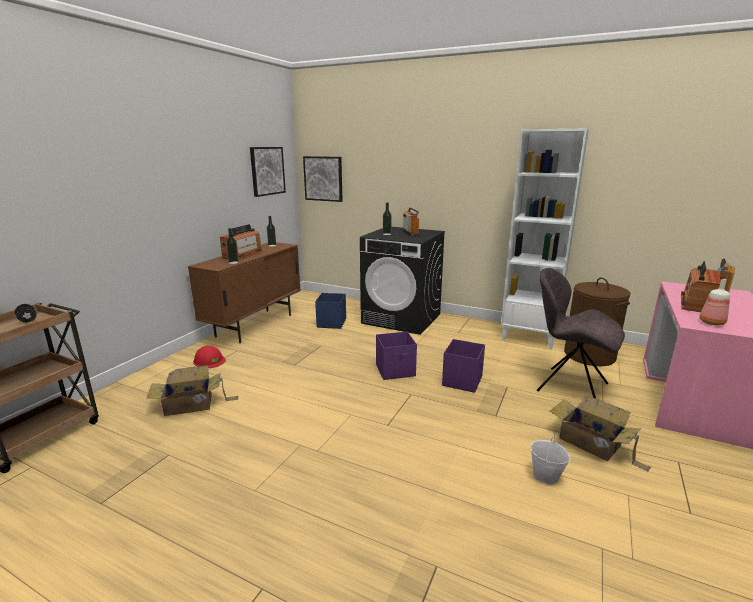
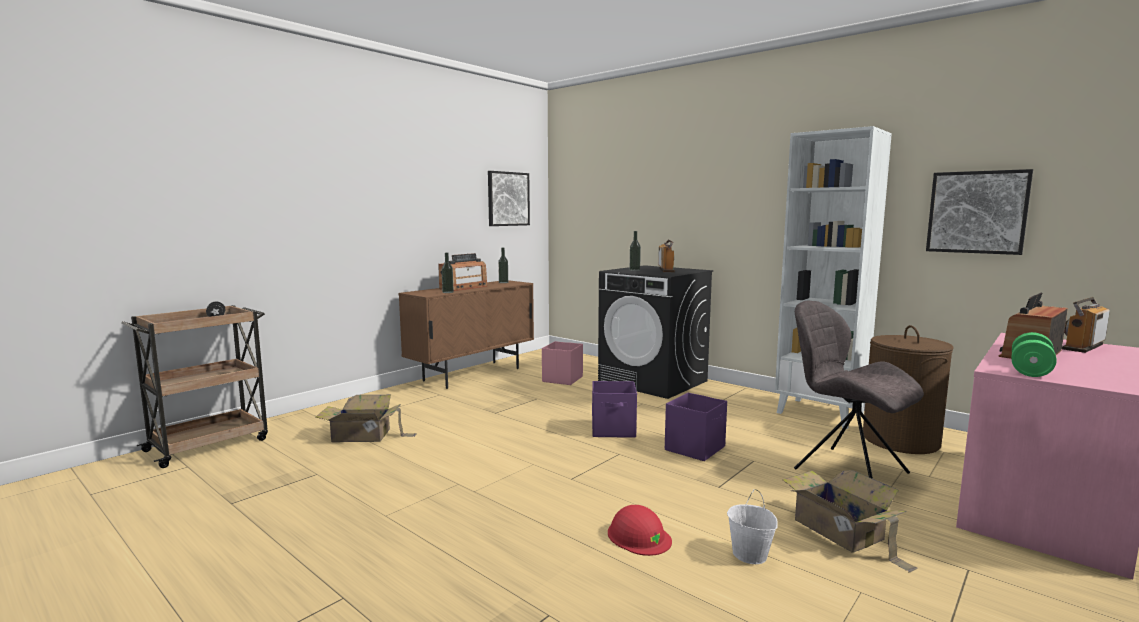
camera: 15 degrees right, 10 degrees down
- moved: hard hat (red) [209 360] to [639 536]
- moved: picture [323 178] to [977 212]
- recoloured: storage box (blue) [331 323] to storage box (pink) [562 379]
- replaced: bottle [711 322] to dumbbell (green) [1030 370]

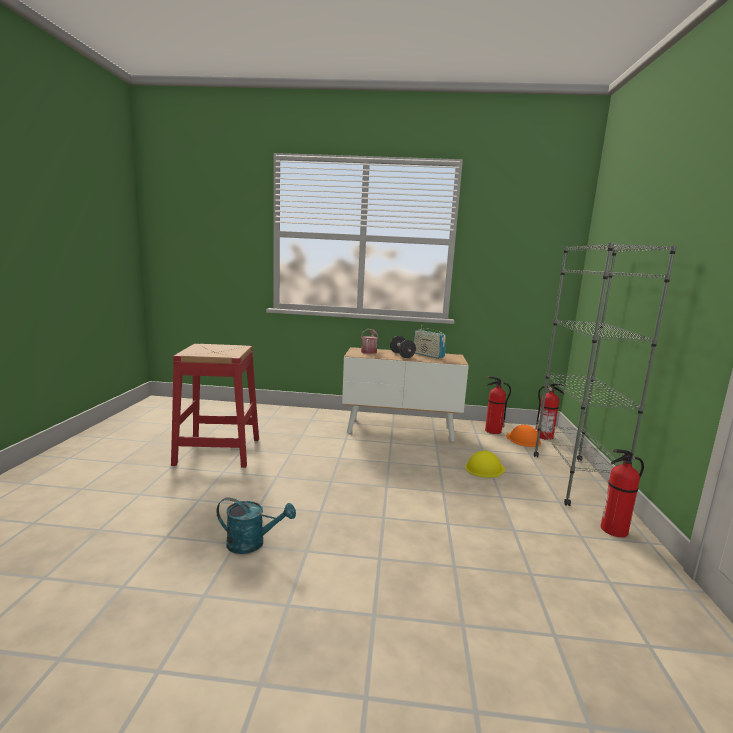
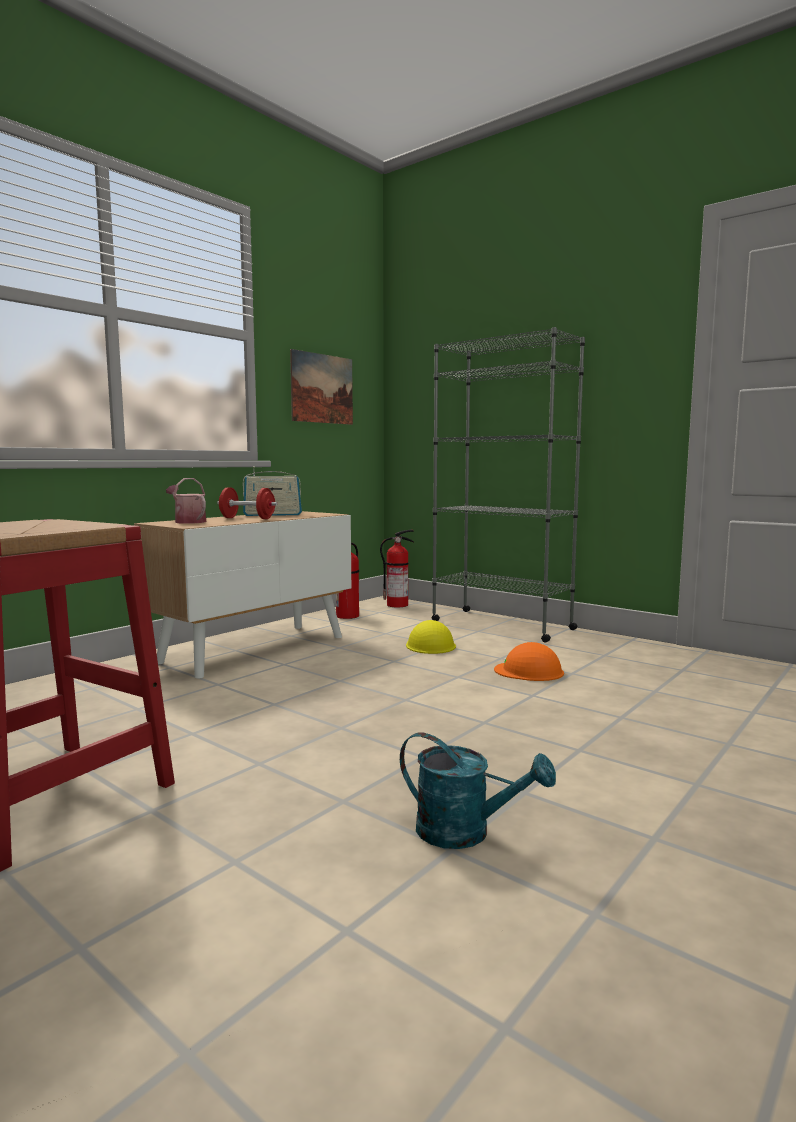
camera: 55 degrees left, 5 degrees down
- turned: watering can (turquoise) [252 543] = [465 833] 75 degrees clockwise
- recoloured: dumbbell (black) [402 355] to dumbbell (red) [247 518]
- moved: hard hat (orange) [523 439] to [529 671]
- removed: fire extinguisher [613 530]
- added: picture [322 389]

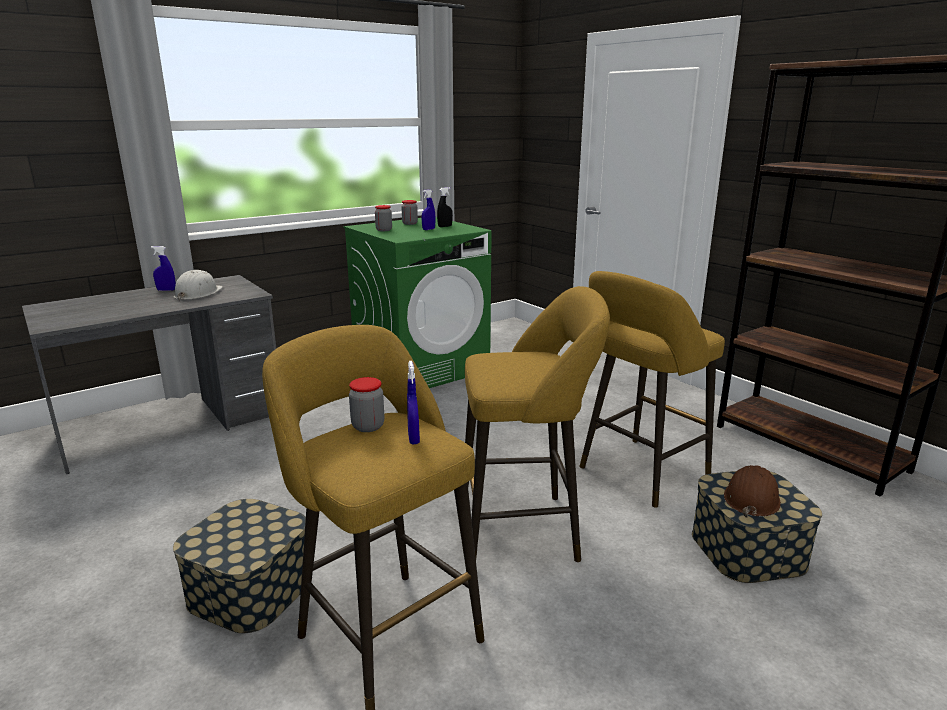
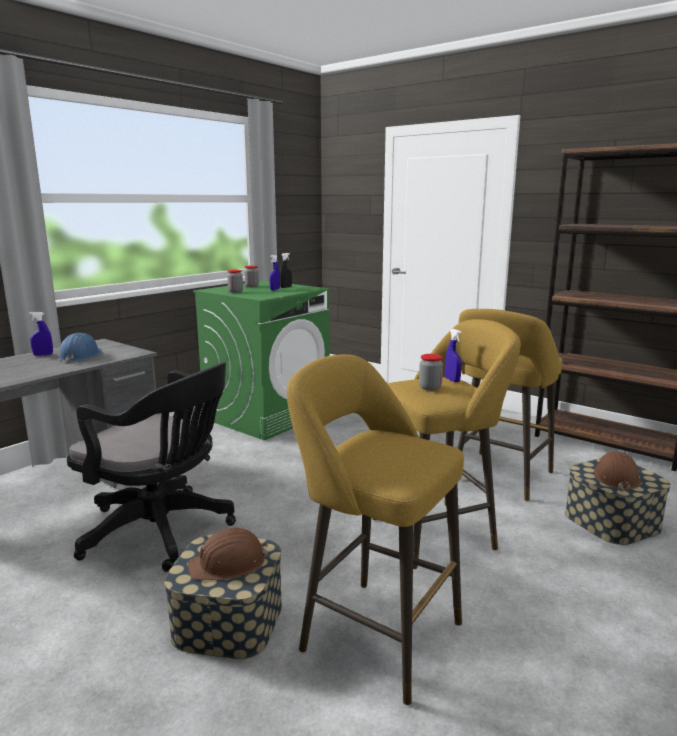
camera: 15 degrees left, 5 degrees down
- recoloured: hard hat (white) [198 294] to hard hat (blue) [80 356]
- moved: jar [368 426] to [430 388]
- moved: spray bottle (blue) [413 438] to [452 380]
- added: office chair (black) [163 532]
- added: hard hat (brown) [228 564]

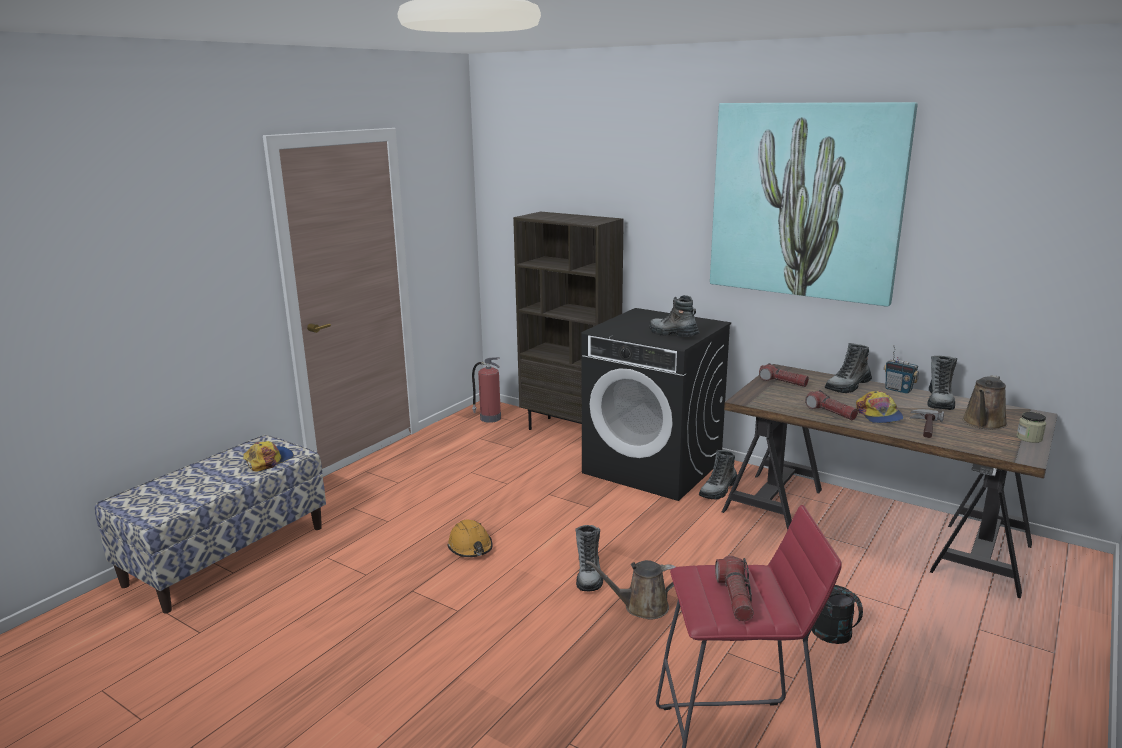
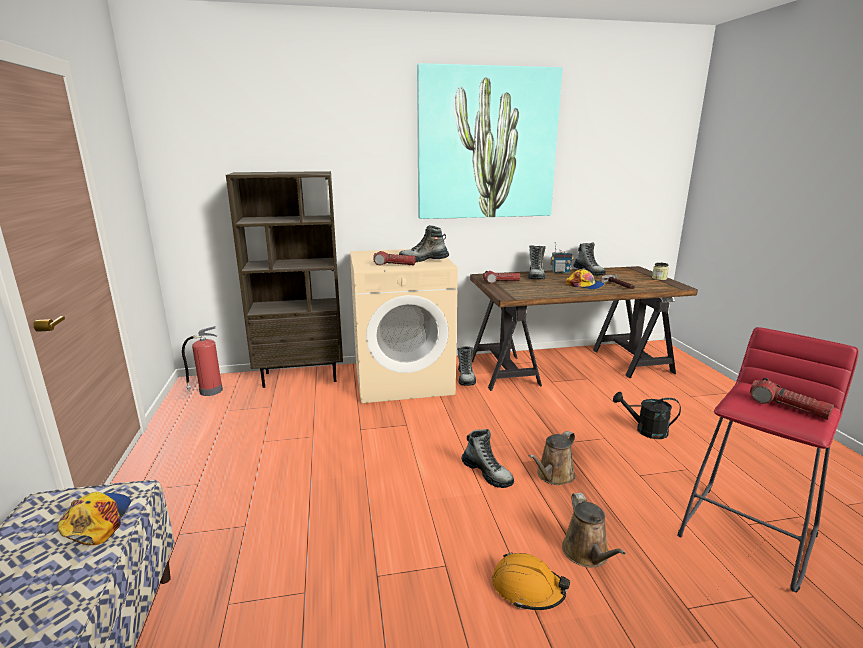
camera: 45 degrees left, 0 degrees up
- moved: hard hat (orange) [470 547] to [528 589]
- recoloured: washing machine (black) [653 467] to washing machine (beige) [403 379]
- moved: flashlight [830 412] to [394 265]
- moved: watering can (brown) [983 423] to [587 554]

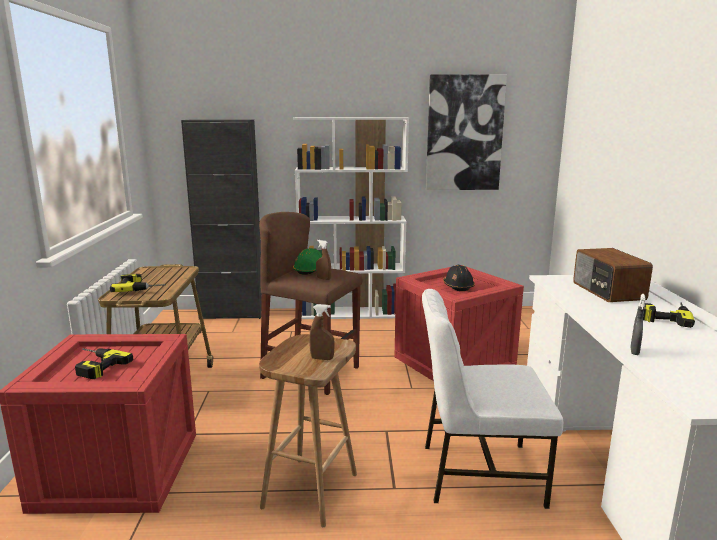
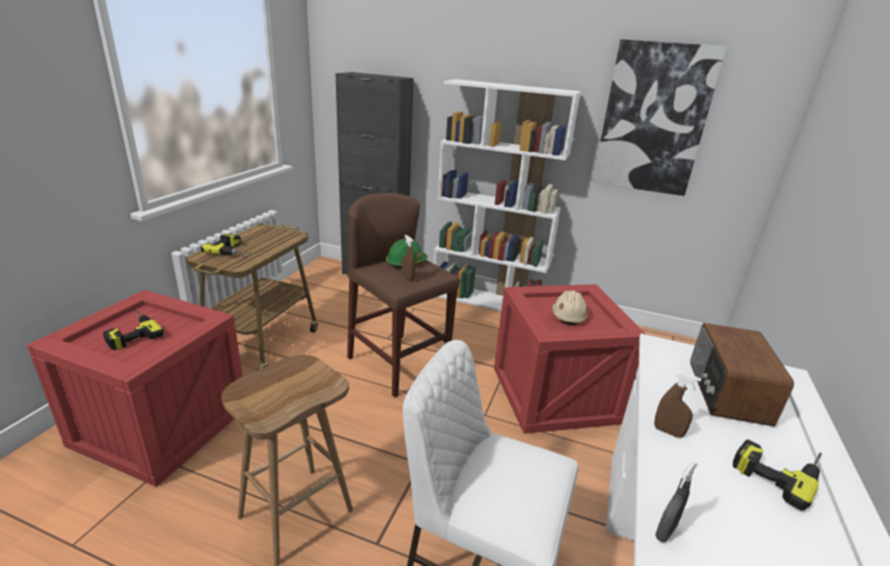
camera: 20 degrees right, 10 degrees up
- moved: spray bottle (brown) [322 358] to [668 432]
- recoloured: hard hat (black) [458 286] to hard hat (beige) [568 315]

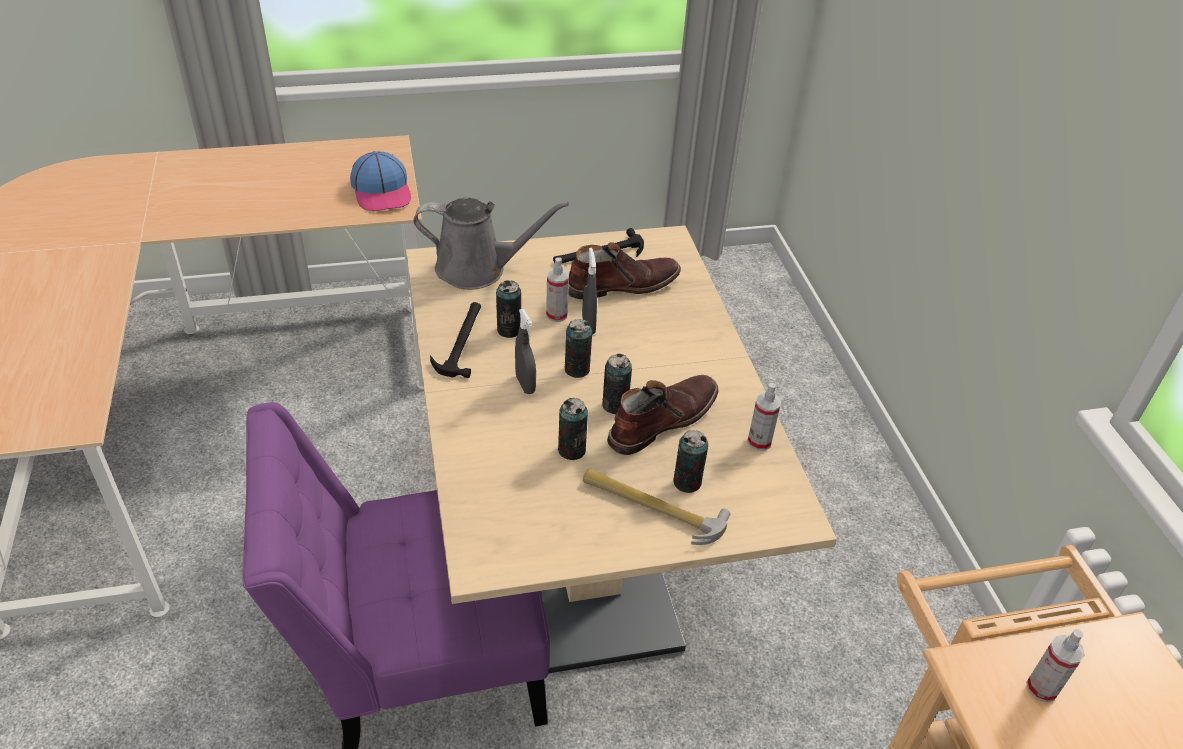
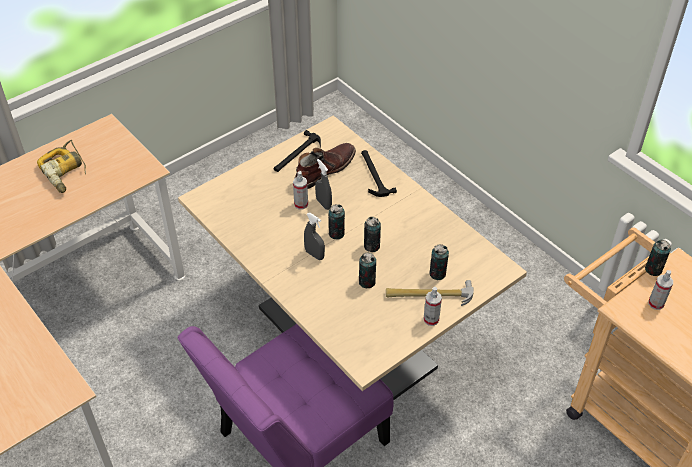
camera: 25 degrees left, 5 degrees up
- removed: cap [382 191]
- removed: watering can (grey) [478 269]
- moved: hammer [461 341] to [373 175]
- moved: can [509 330] to [653 269]
- removed: boot (brown) [661 420]
- moved: spray bottle [759 442] to [431 319]
- added: power drill [66 172]

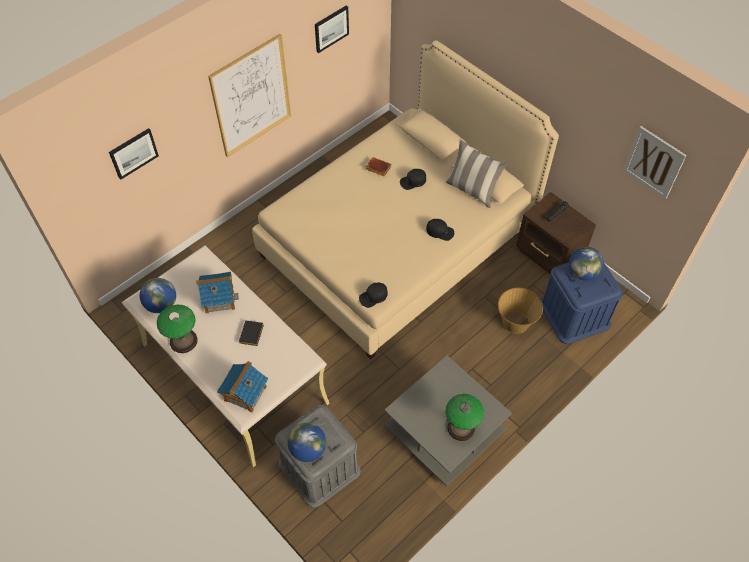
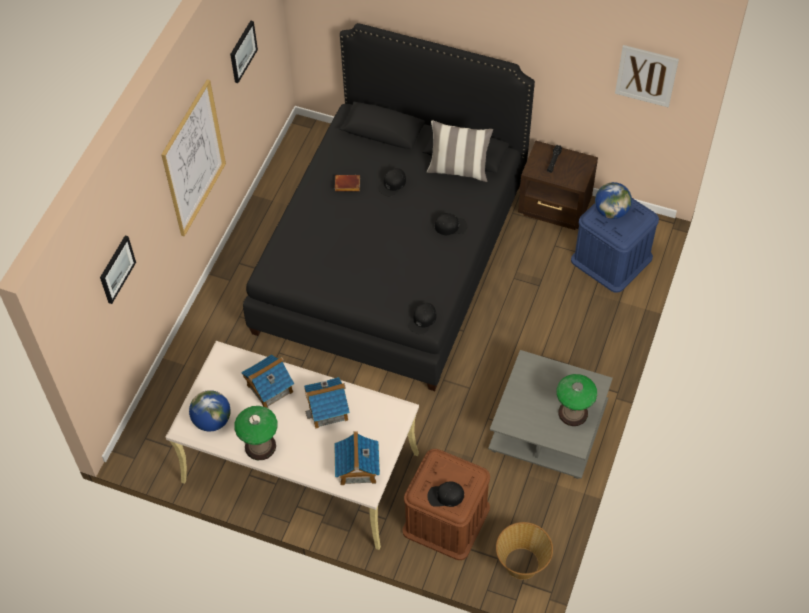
camera: 25 degrees left, 0 degrees up
- replaced: book (black) [252 335] to toy house [328 410]
- recoloured: bed (beige) [398 240] to bed (black) [391 255]
- recoloured: storage box (grey) [319 467] to storage box (brown) [446 519]
- replaced: globe [308 449] to cap (black) [445 496]
- moved: basket [515 322] to [522 564]

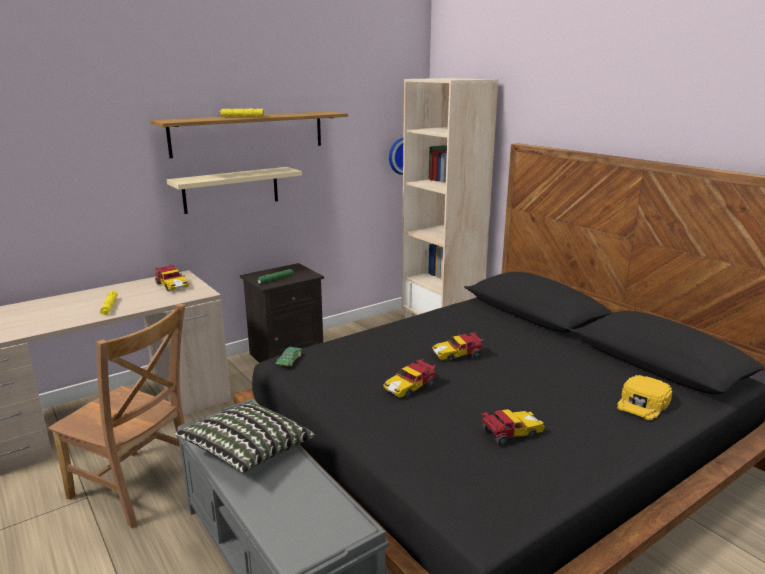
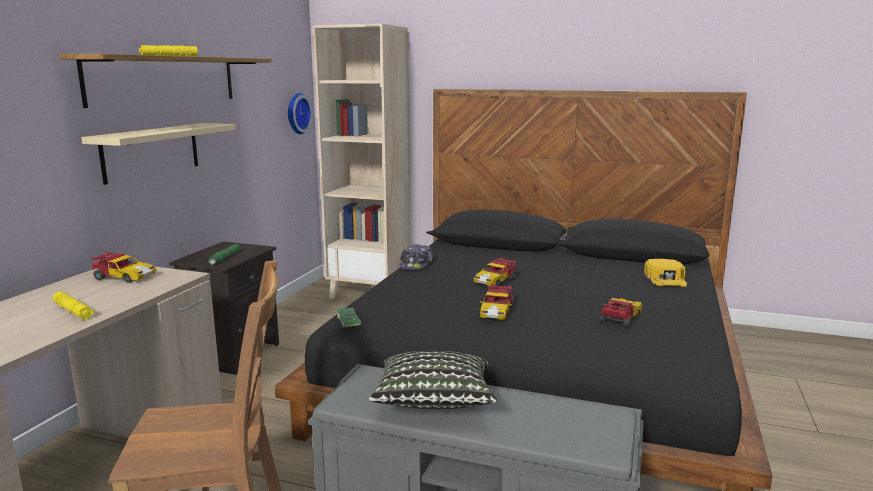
camera: 35 degrees left, 5 degrees down
- added: cap [416 264]

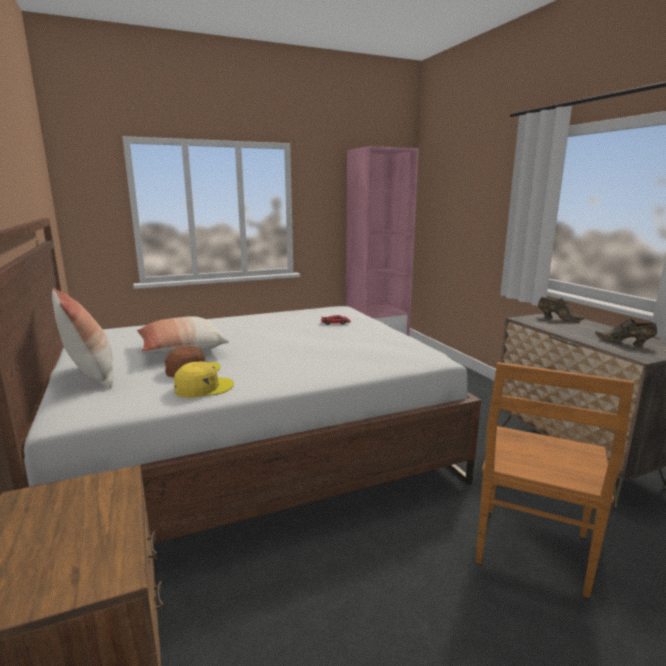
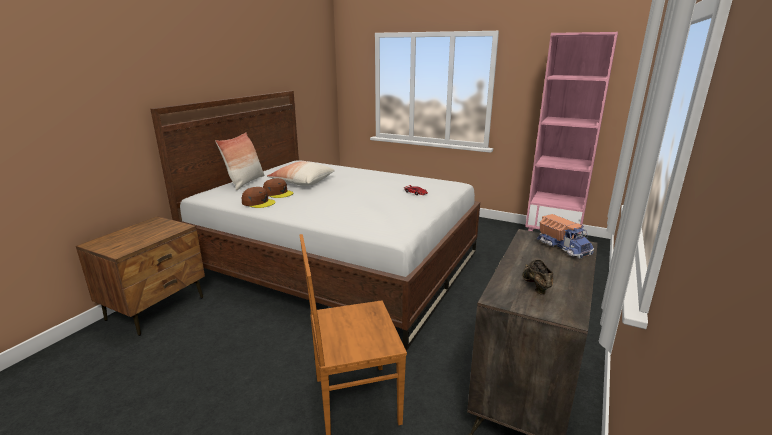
camera: 50 degrees right, 5 degrees up
- recoloured: cap (yellow) [203 387] to cap (brown) [258 202]
- replaced: shoe (brown) [557 319] to toy truck [563 247]

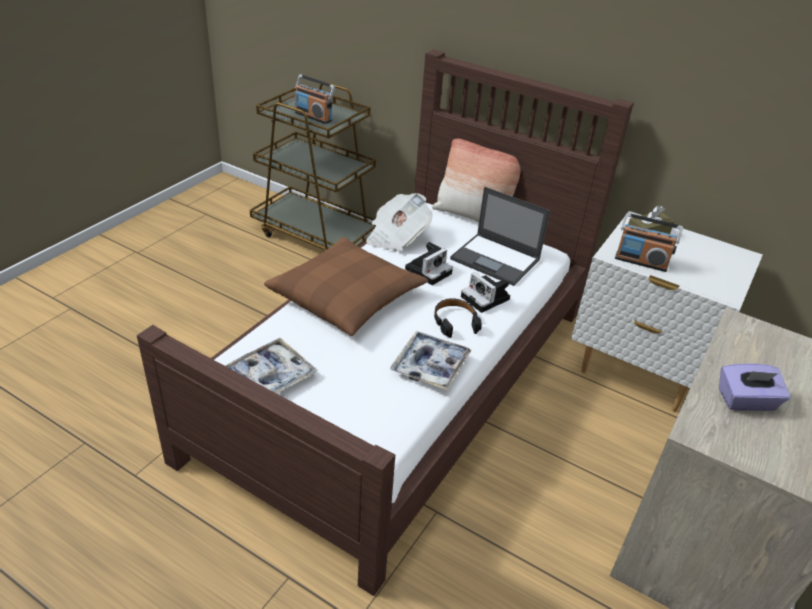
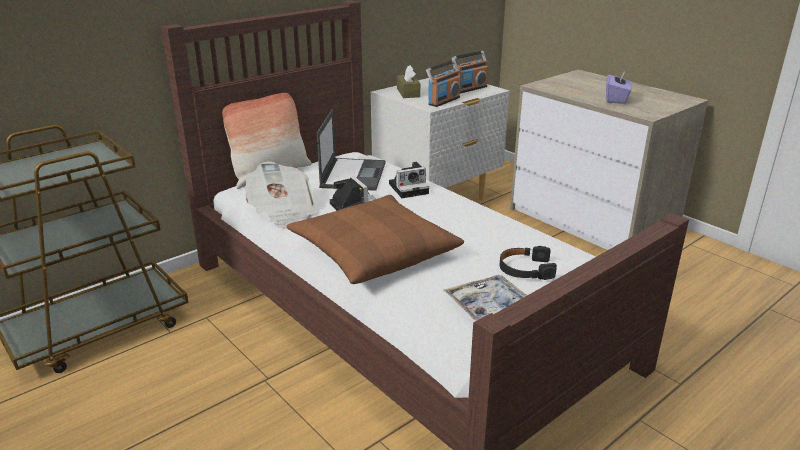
camera: 70 degrees left, 10 degrees down
- moved: radio [314 116] to [469 89]
- removed: tray [430 366]
- moved: headphones (black) [455 322] to [525 269]
- turned: laptop [496 259] = [353 174] 45 degrees counterclockwise

